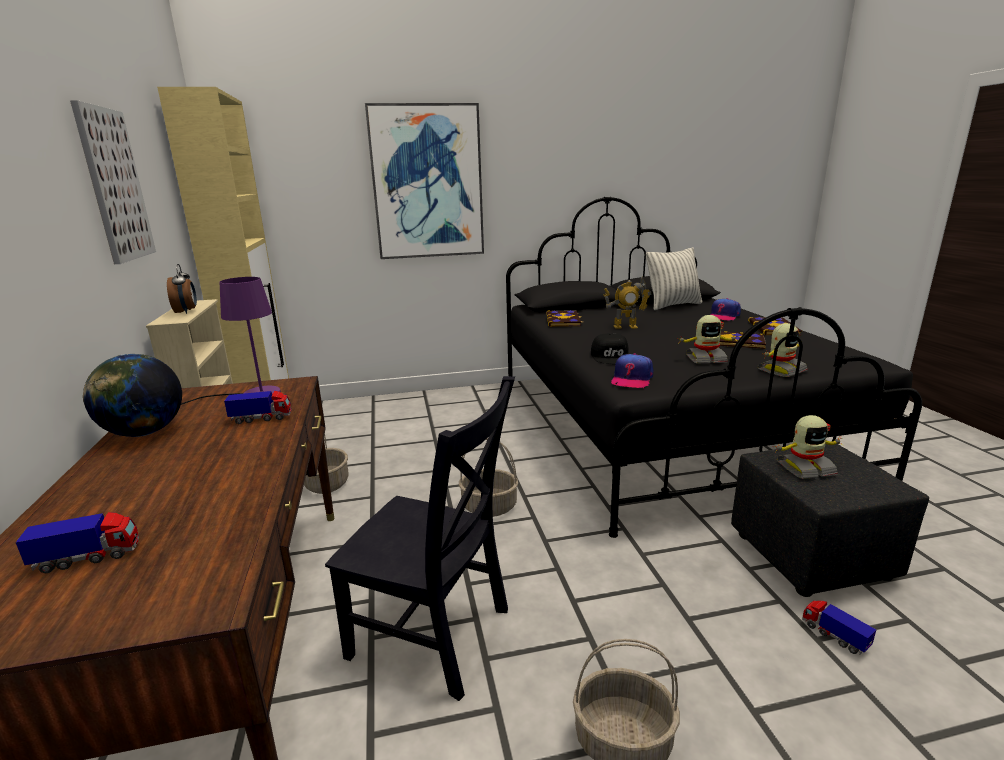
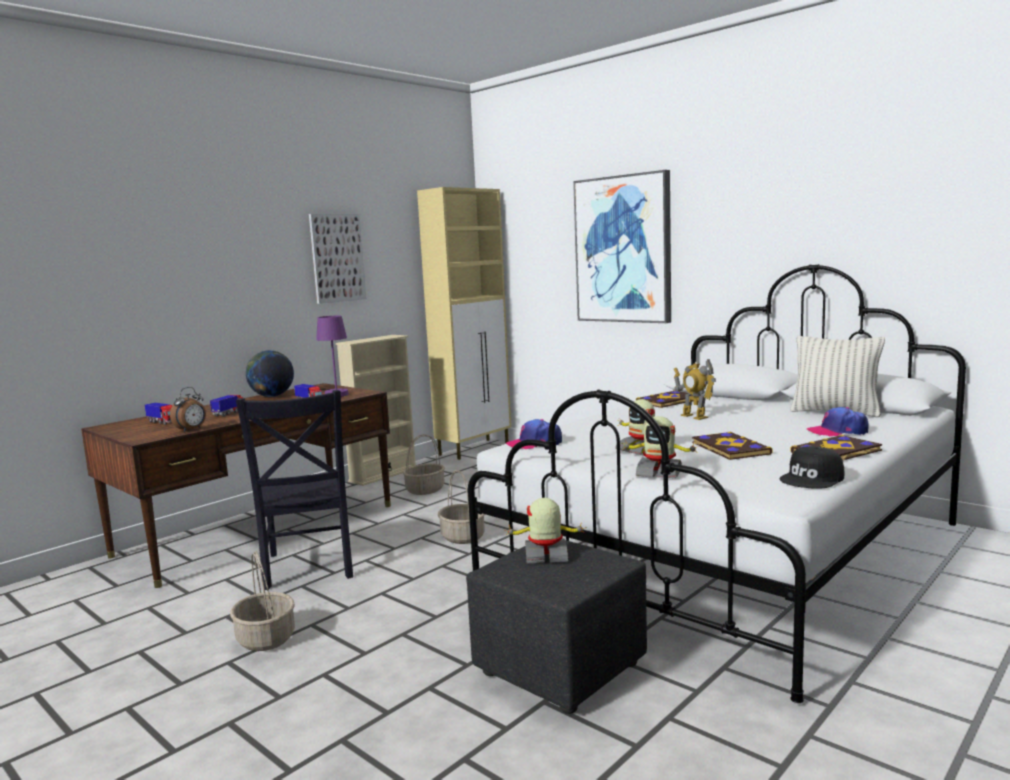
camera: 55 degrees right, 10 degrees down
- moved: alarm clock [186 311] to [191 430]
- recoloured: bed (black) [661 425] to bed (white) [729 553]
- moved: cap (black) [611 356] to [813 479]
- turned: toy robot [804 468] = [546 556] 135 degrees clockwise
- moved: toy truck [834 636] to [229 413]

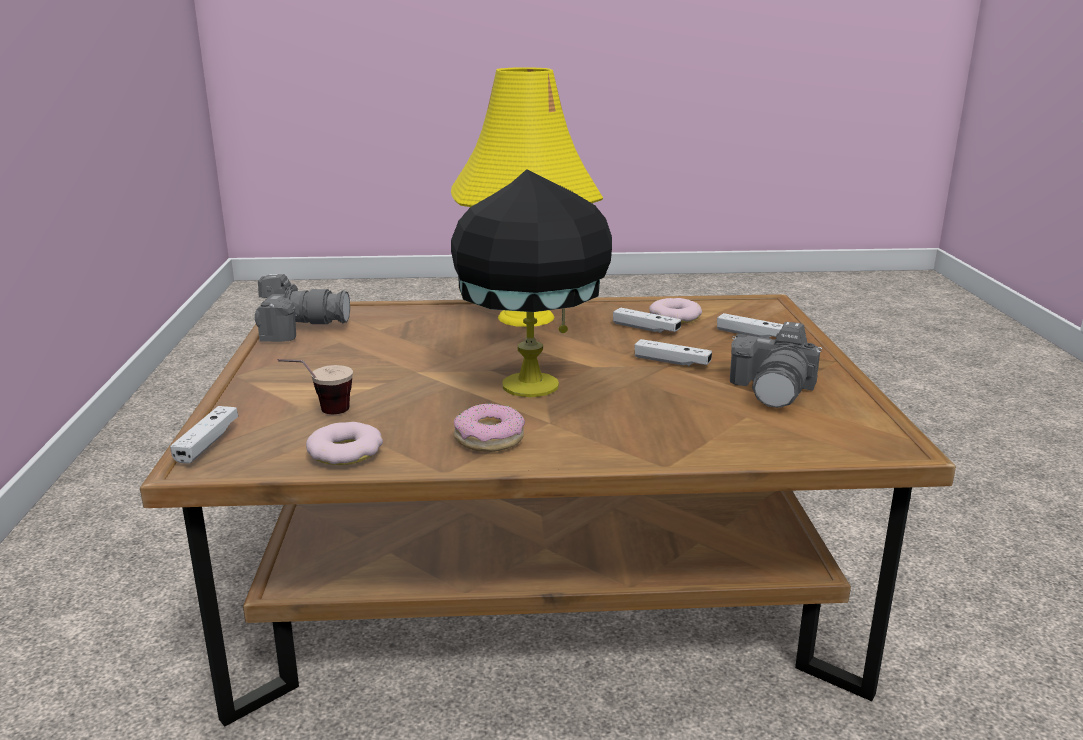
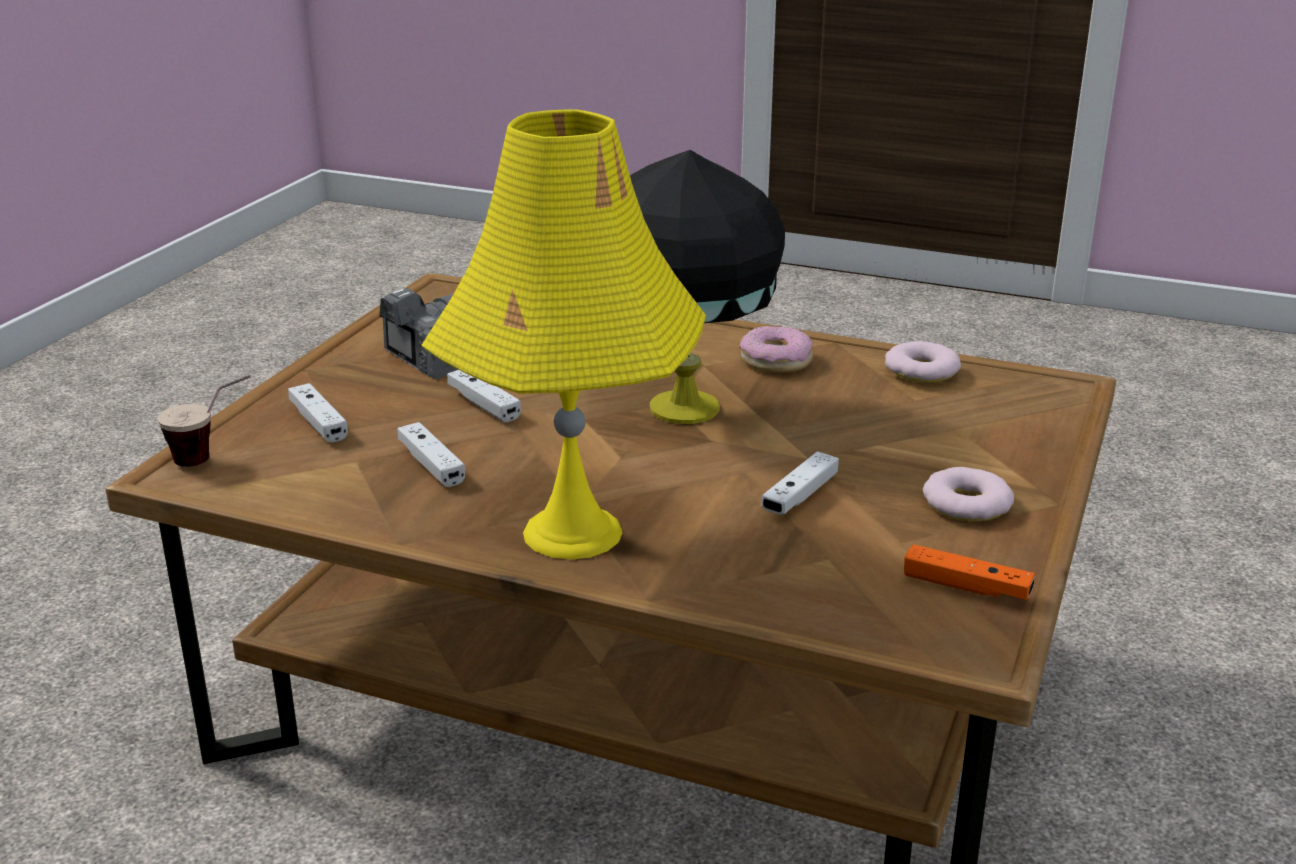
camera: 155 degrees left, 5 degrees up
- moved: game controller (white) [207 443] to [800 496]
- replaced: photo camera [299 327] to game controller (orange) [966 587]
- moved: cup [320 414] to [213 457]
- moved: donut [675 317] to [966 503]

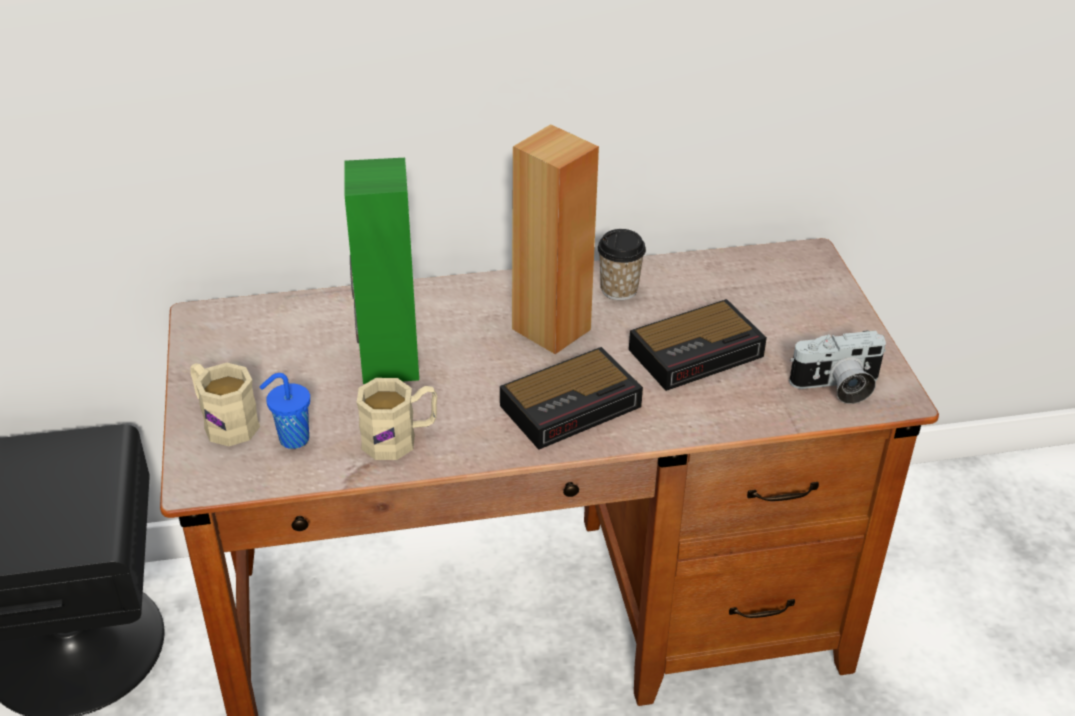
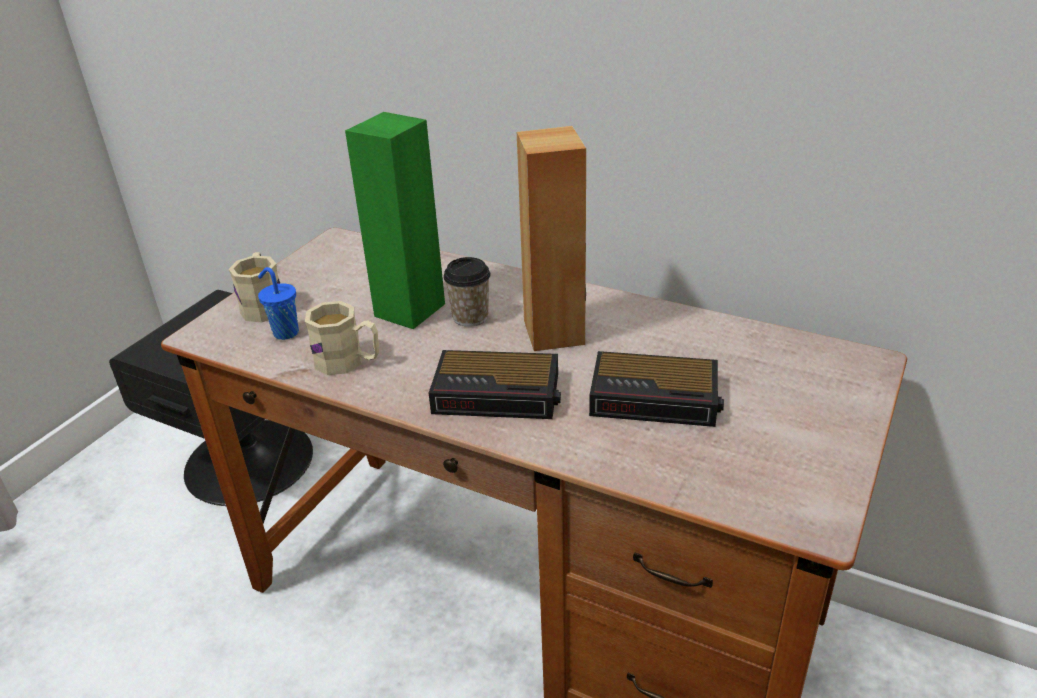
camera: 40 degrees right, 5 degrees down
- moved: cup [619 289] to [470 317]
- removed: photo camera [837 387]

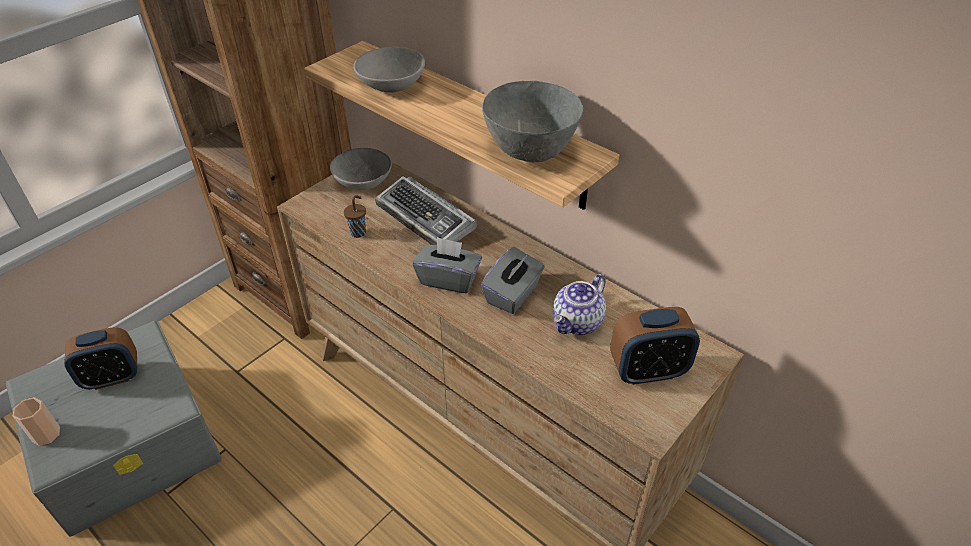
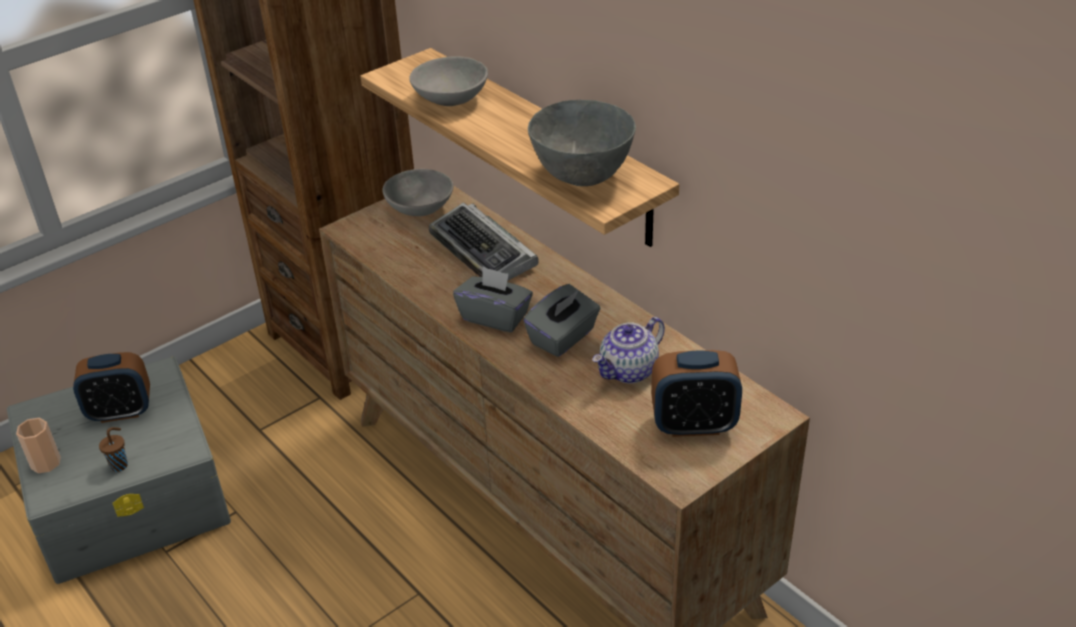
camera: 10 degrees right, 5 degrees down
- moved: cup (brown) [359 232] to [120 465]

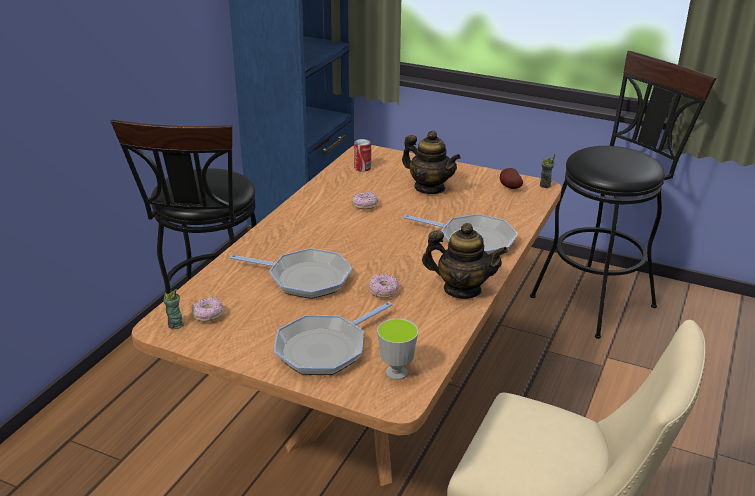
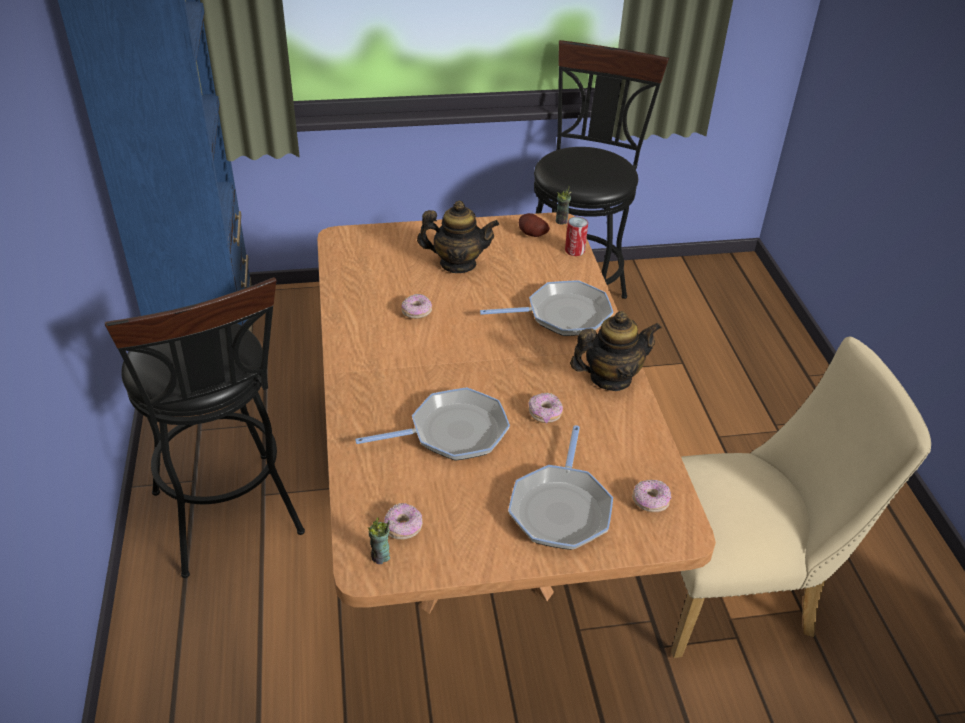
camera: 35 degrees left, 10 degrees up
- moved: can [362 168] to [574 250]
- replaced: cup [396 373] to donut [650 502]

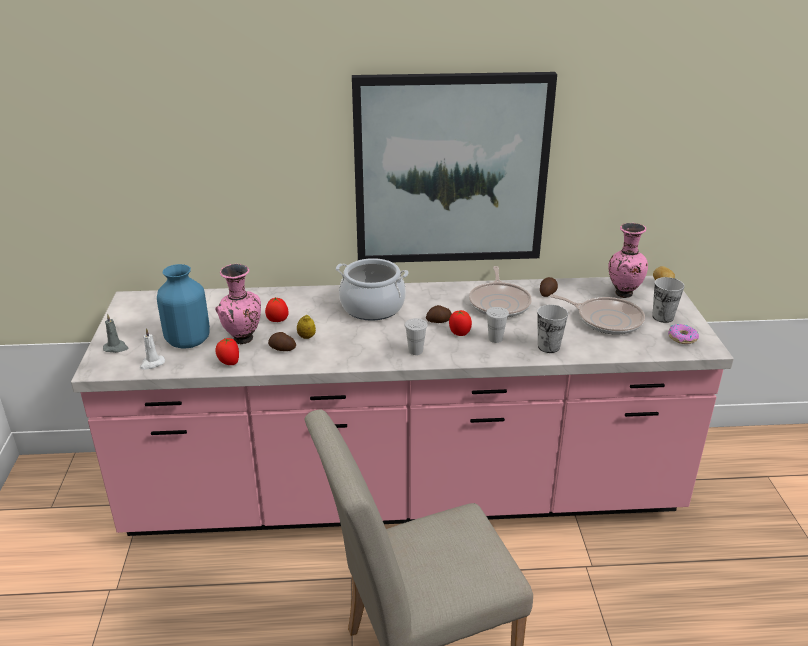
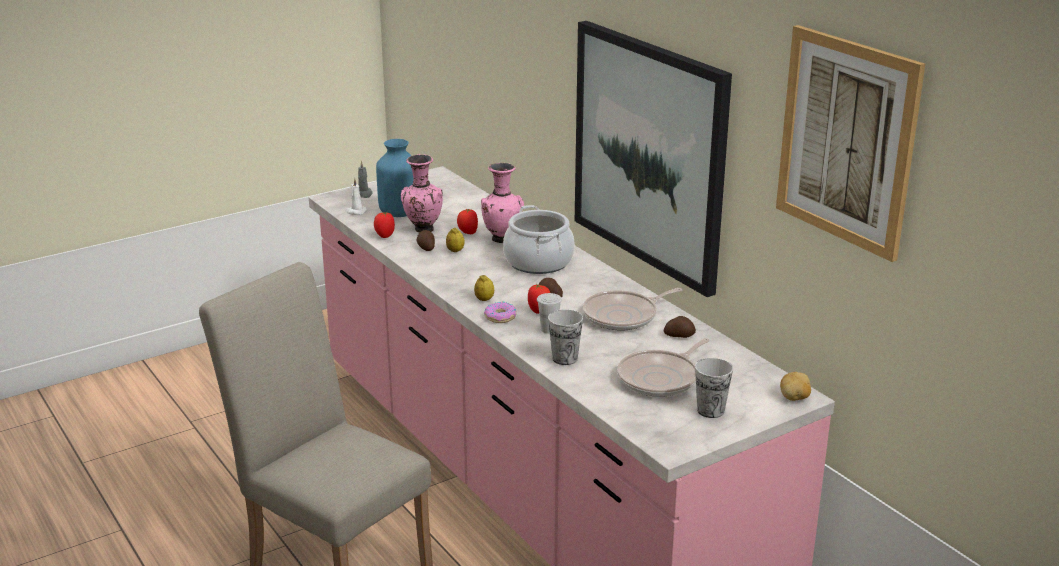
camera: 60 degrees right, 5 degrees down
- replaced: cup (white) [415 351] to lemon [484 299]
- turned: frying pan [606 319] = [661 378] 45 degrees clockwise
- moved: vase (pink) [622 293] to [502 239]
- moved: donut [682 338] to [500 317]
- added: picture [846 141]

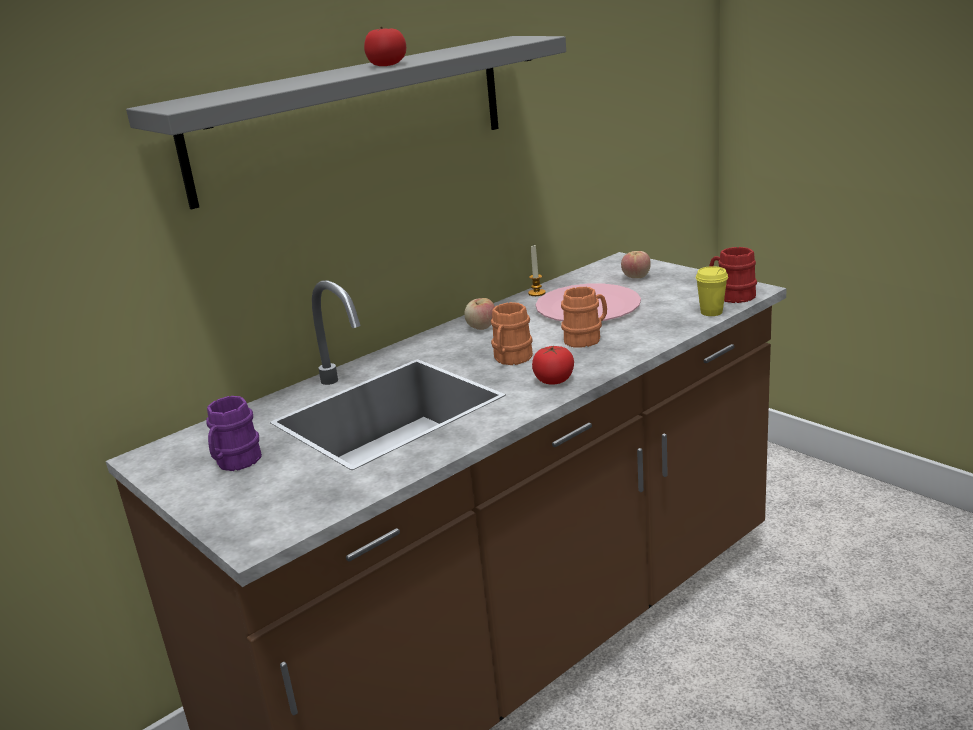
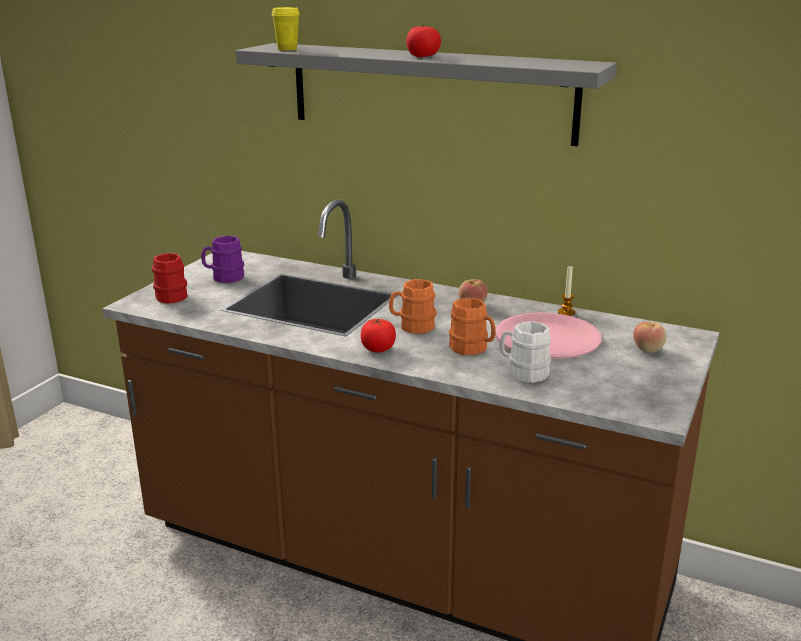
camera: 65 degrees right, 0 degrees up
- moved: cup (yellow) [711 312] to [287 49]
- moved: mug (red) [731 296] to [174 295]
- added: mug (white) [523 372]

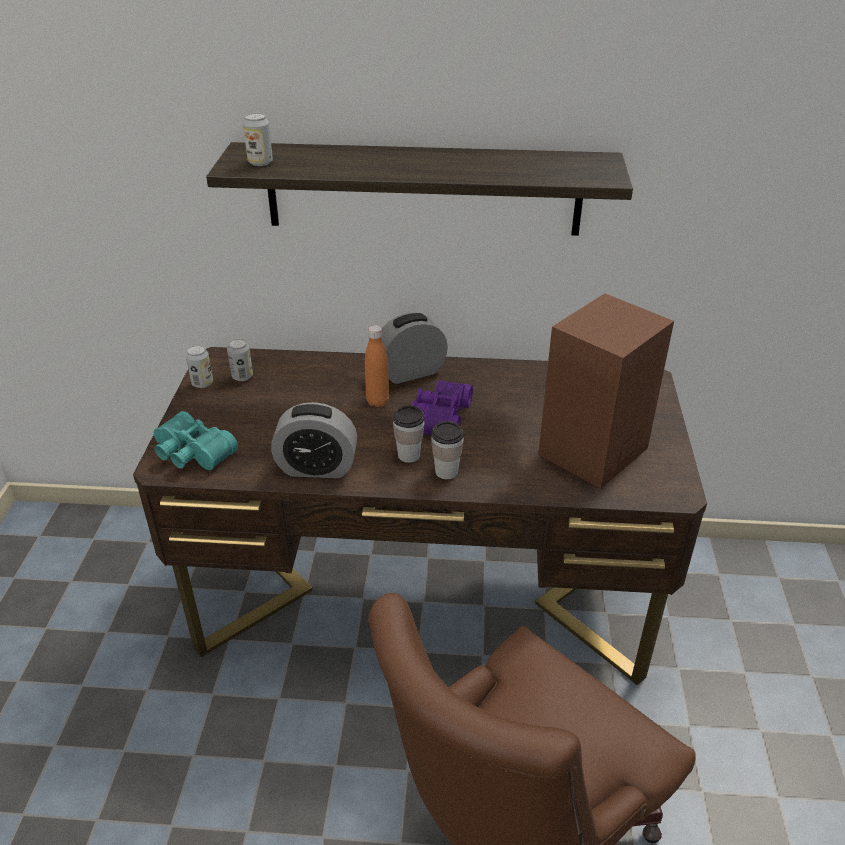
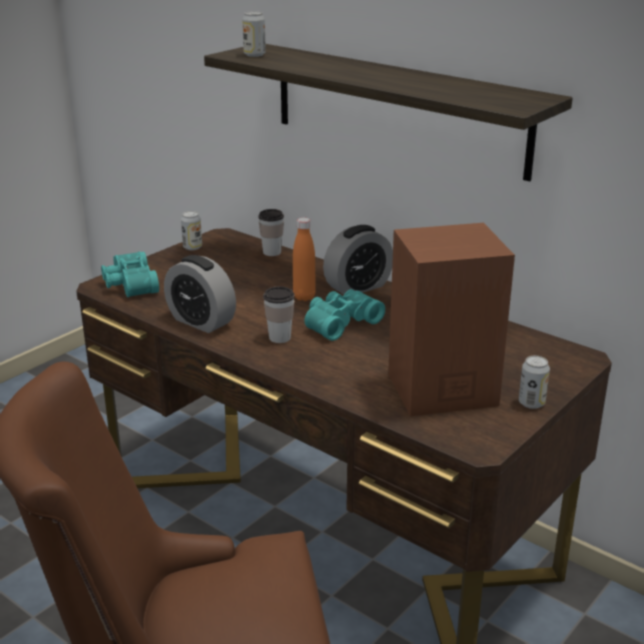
camera: 35 degrees right, 10 degrees down
- moved: can [242 376] to [531 403]
- turned: alarm clock [410 372] = [358 287] 135 degrees clockwise
- recoloured: binoculars (purple) [439 417] to binoculars (turquoise) [339 322]
- moved: cup [446 472] to [272 252]

